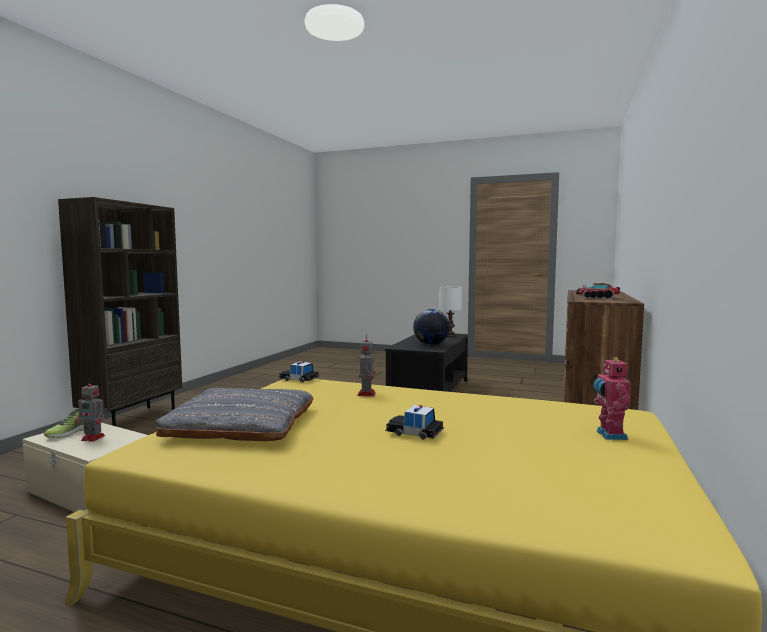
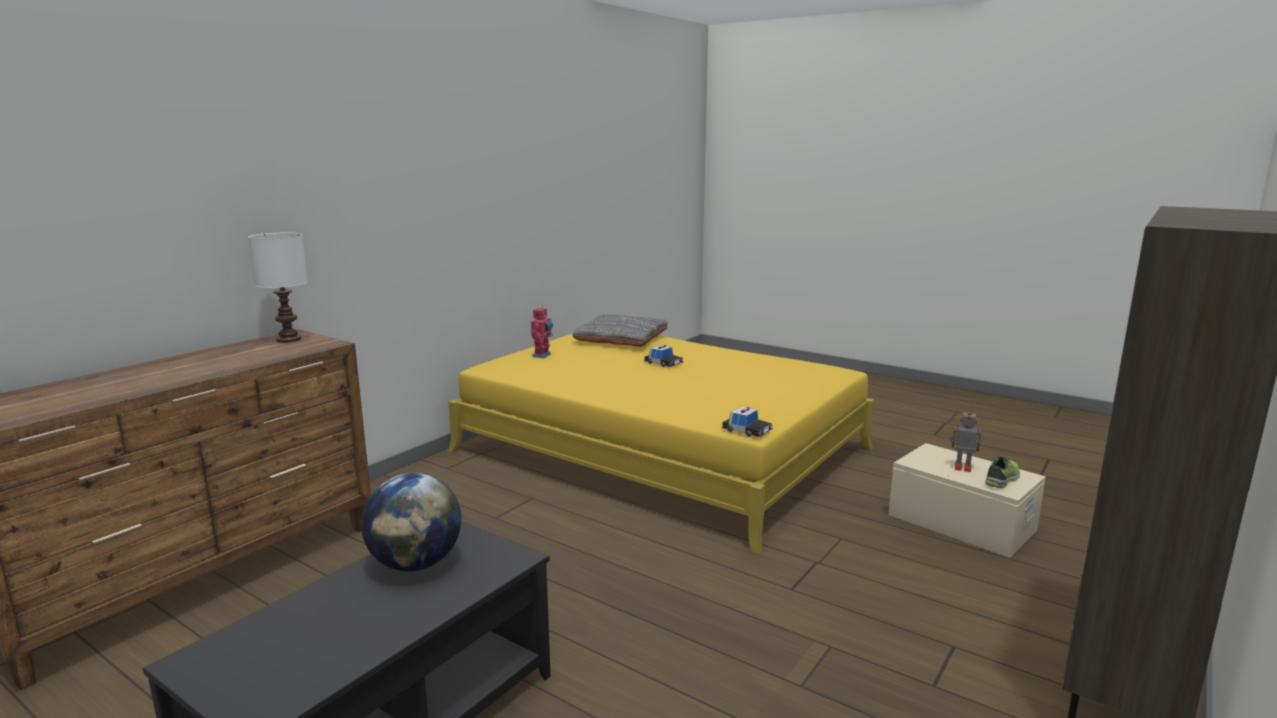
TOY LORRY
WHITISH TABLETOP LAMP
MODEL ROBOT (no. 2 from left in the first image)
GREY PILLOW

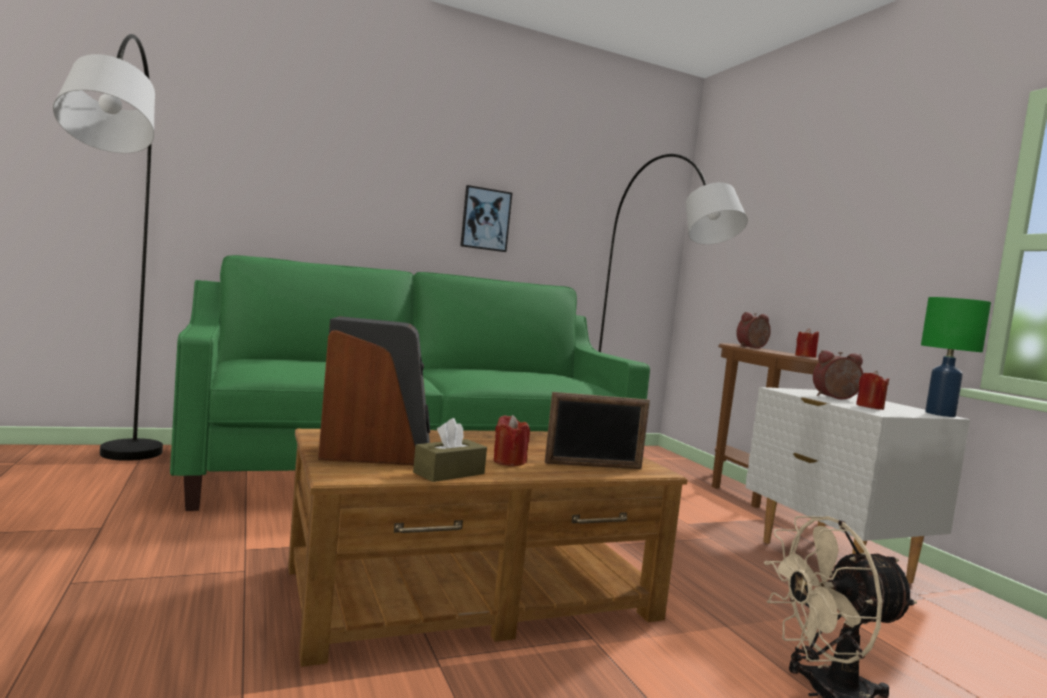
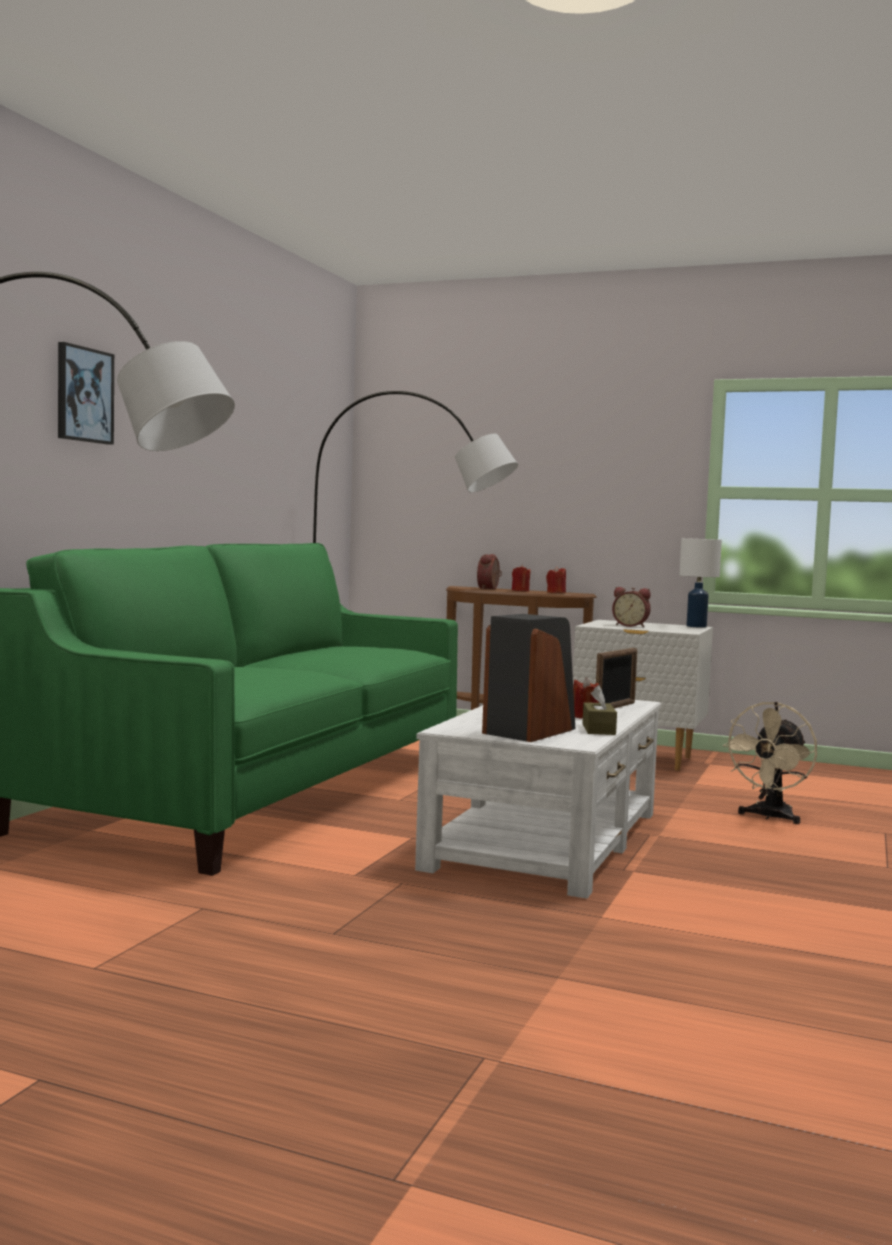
WALL PICTURE
WHITISH TABLETOP LAMP
BEDSIDE CLOCK (no. 2 from left)
RED-COLOURED WAX LIGHT (no. 1 from left)
WHITISH LOUNGE TABLE

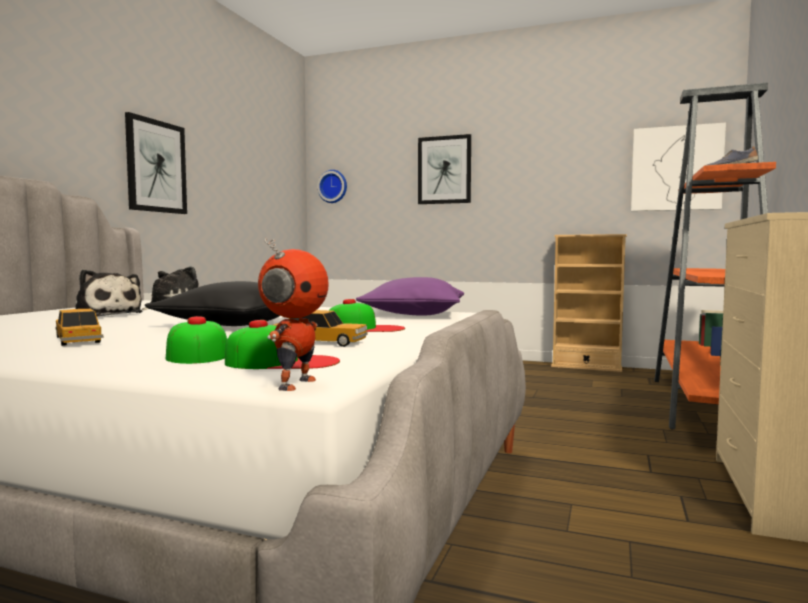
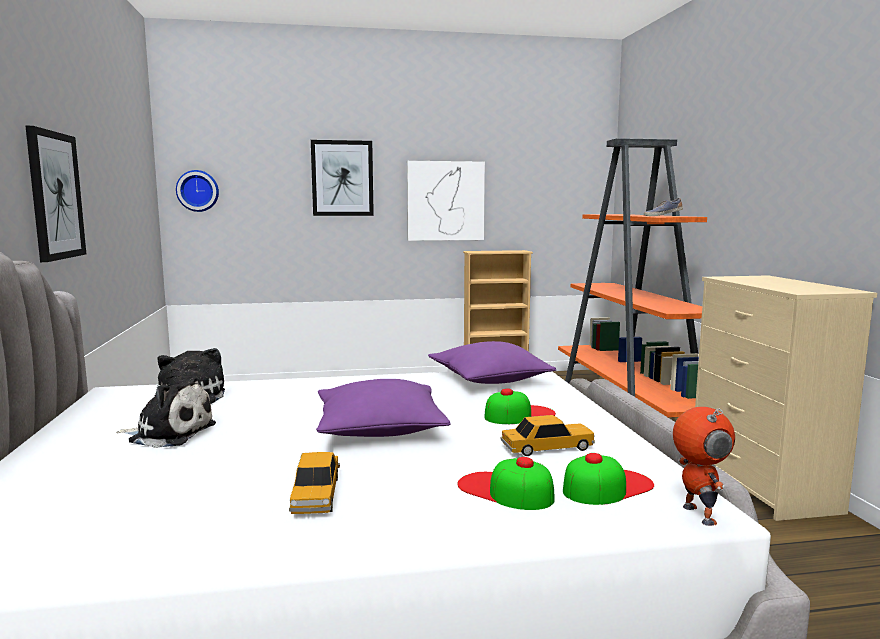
WALL PICTURE (no. 3 from left)
PURPLISH PILLOW (no. 1 from left)
TOY CAR (no. 1 from left)

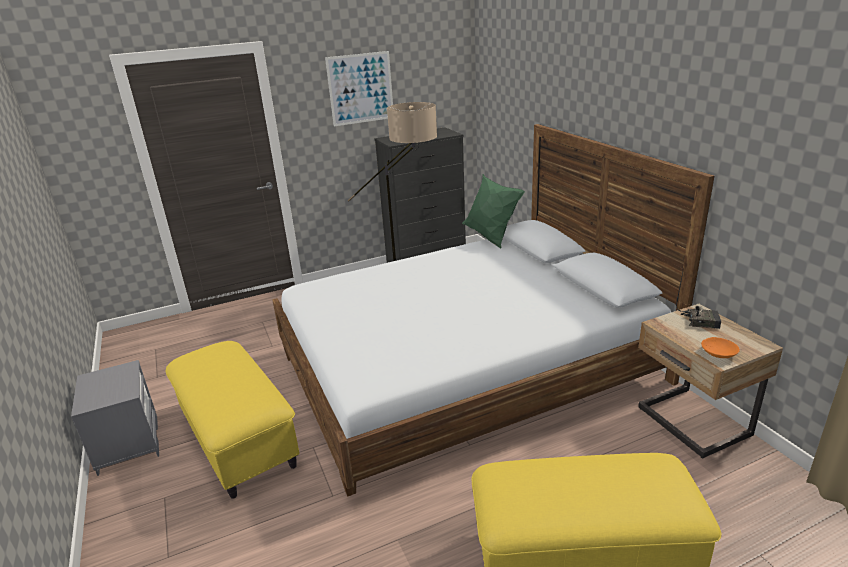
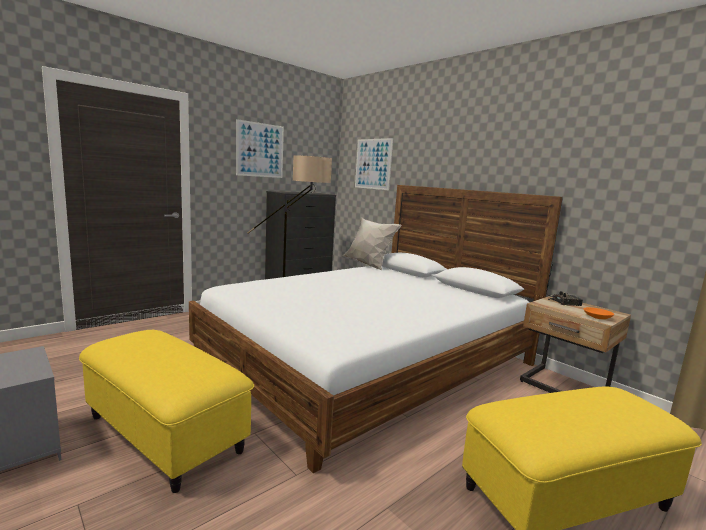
WHITISH PILLOW
WALL PICTURE (no. 2 from left)

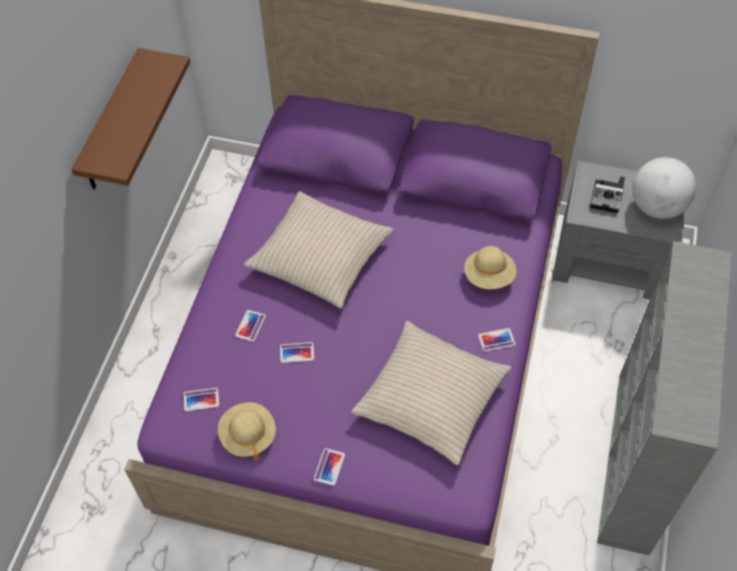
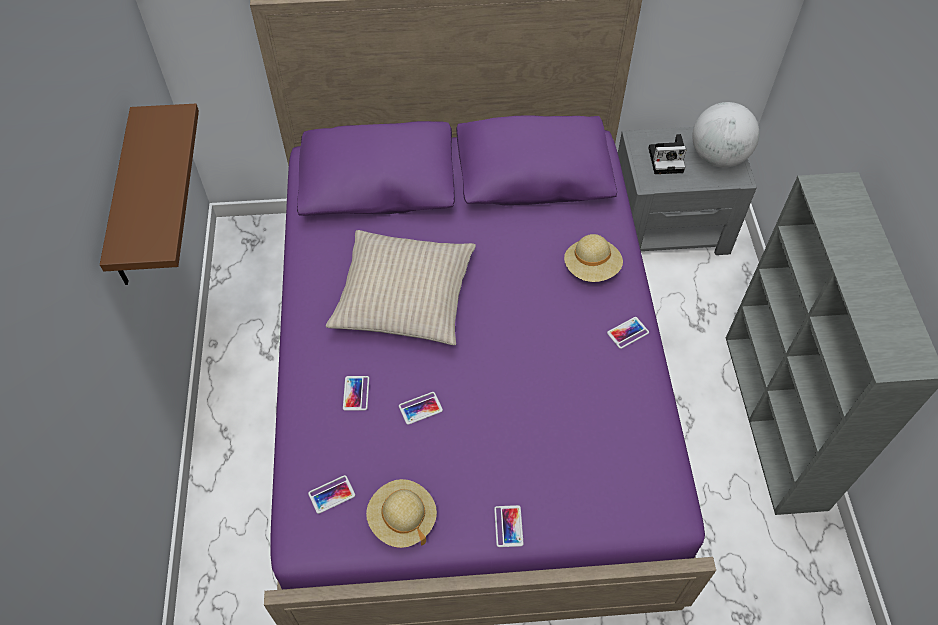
BEIGE PILLOW (no. 2 from left in the first image)

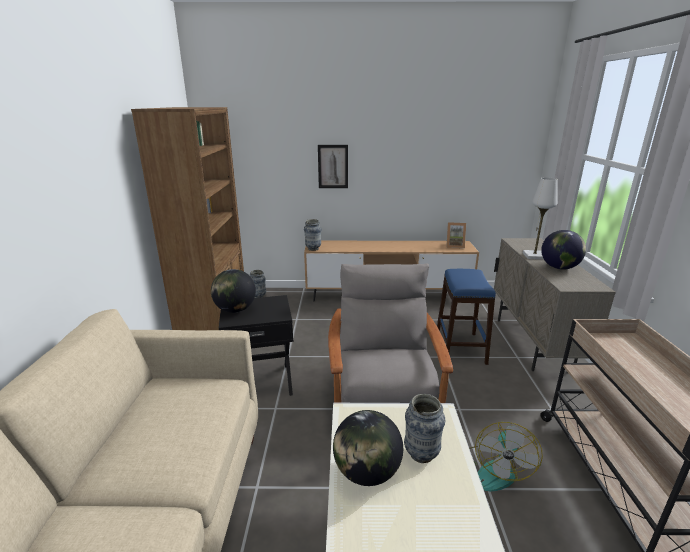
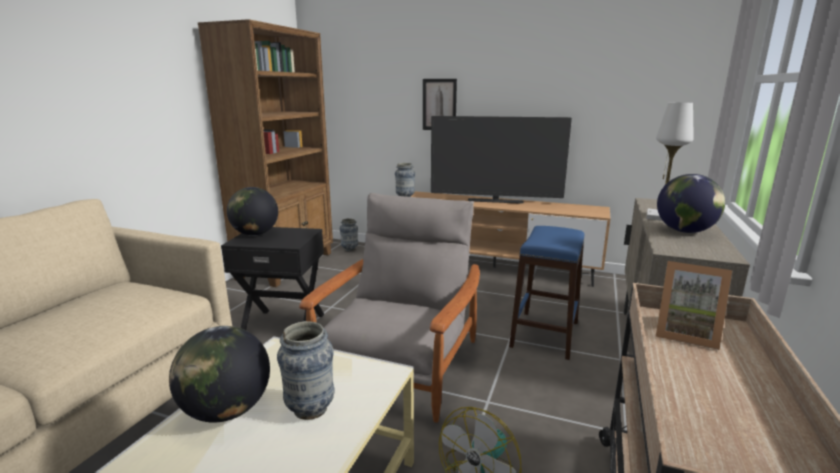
PHOTO FRAME
TELEVISION

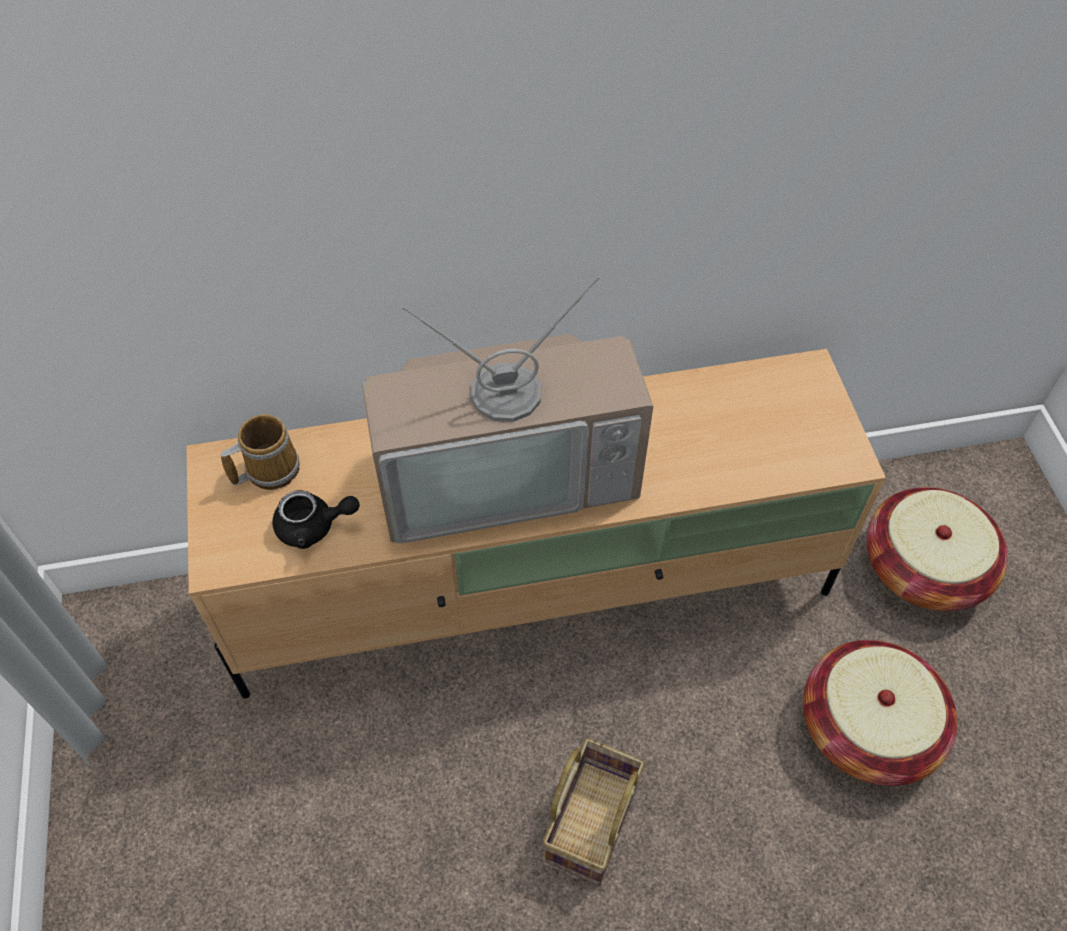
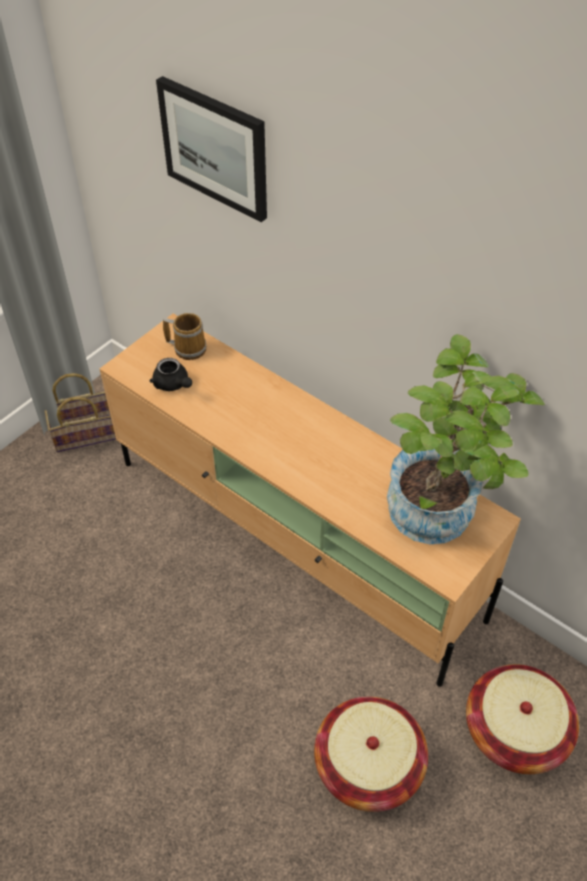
TELEVISION
HOUSEHOLD BASKET (no. 1 from left)
WALL PICTURE
HOUSEPLANT

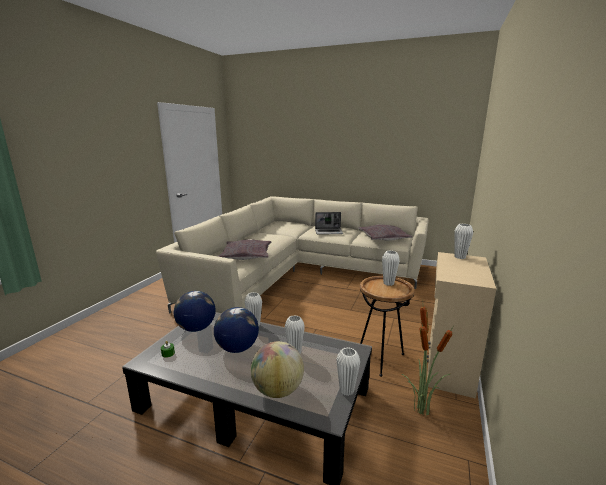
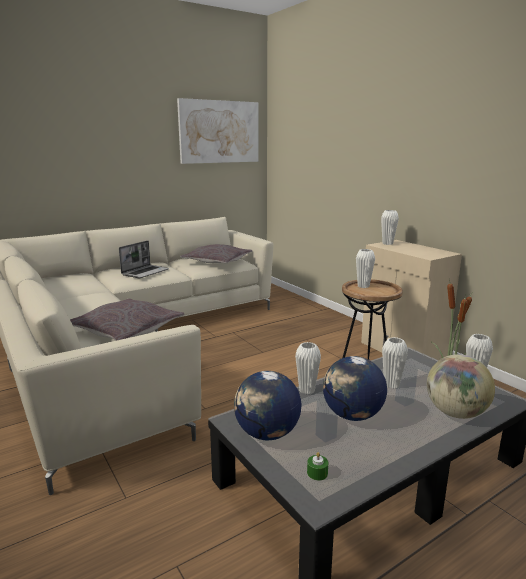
WALL PICTURE

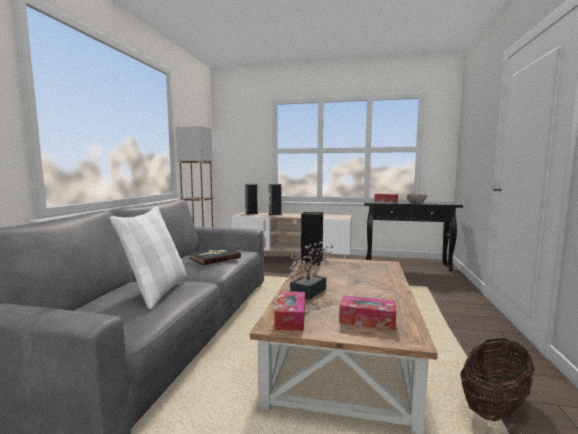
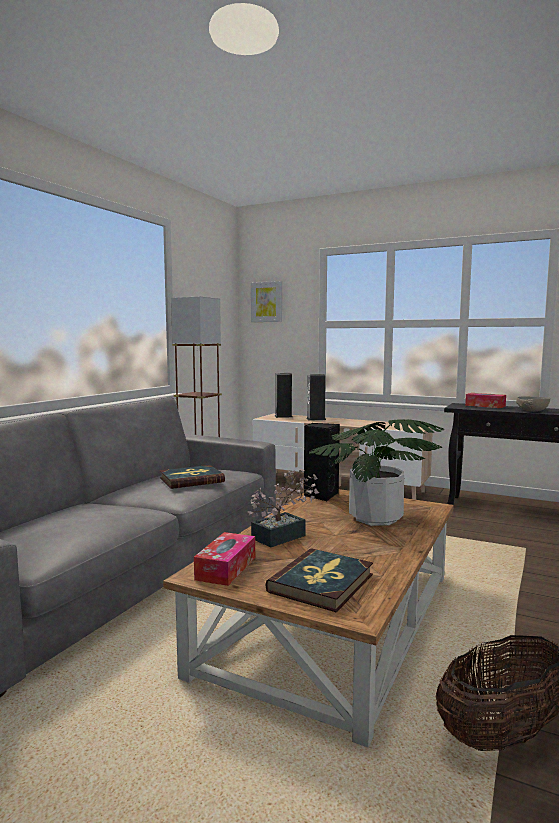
WHITISH PILLOW
BOUND BOOK (no. 2 from left)
WALL PICTURE
HOUSEPLANT (no. 2 from left)

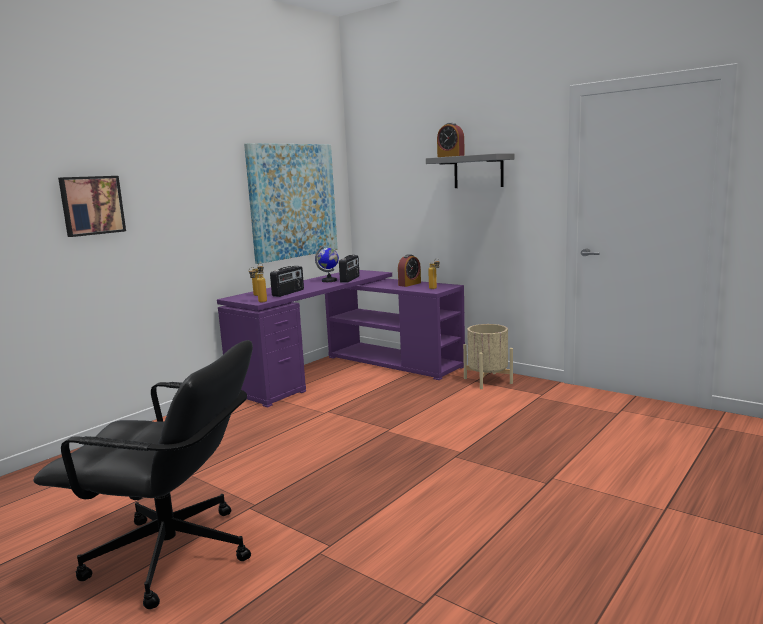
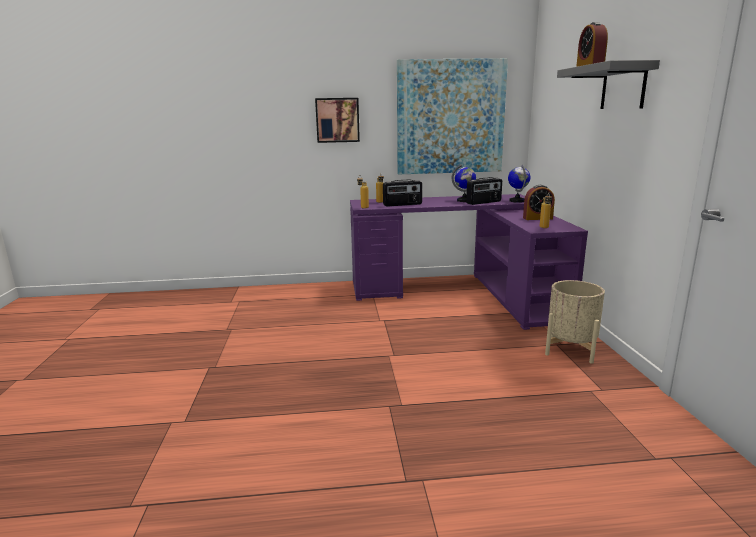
WALL PICTURE (no. 1 from left)
BLACKISH DESK CHAIR
DESK GLOBE (no. 2 from left)

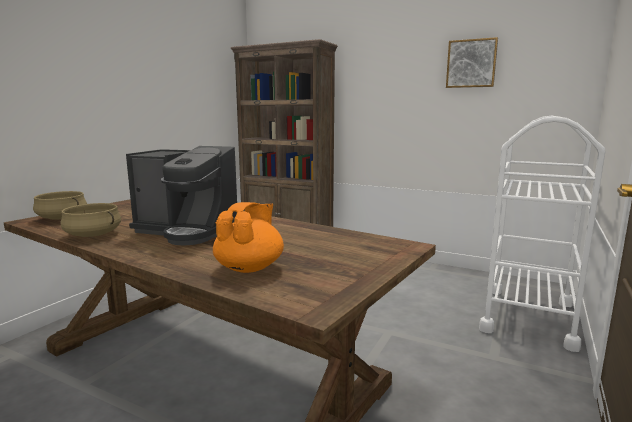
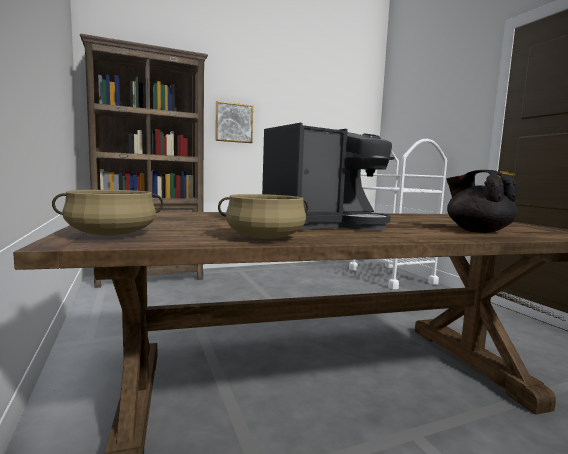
WALL PICTURE
BLACKISH TEAPOT

